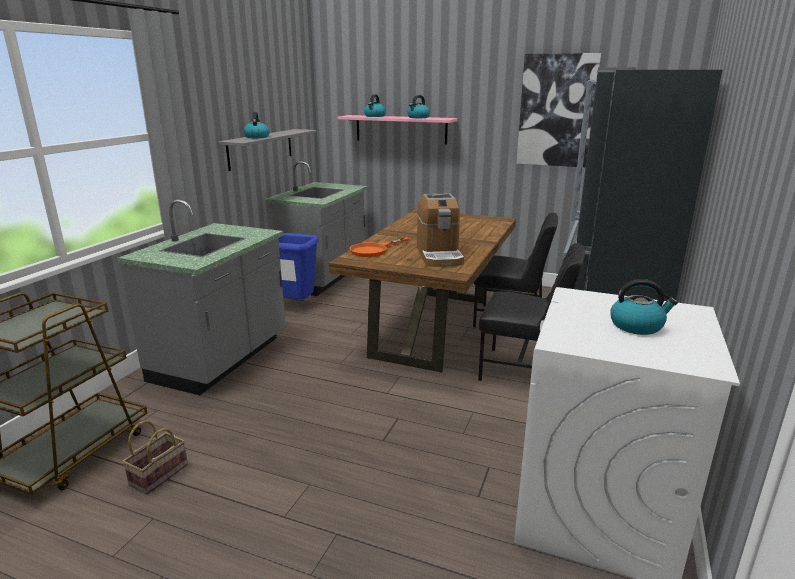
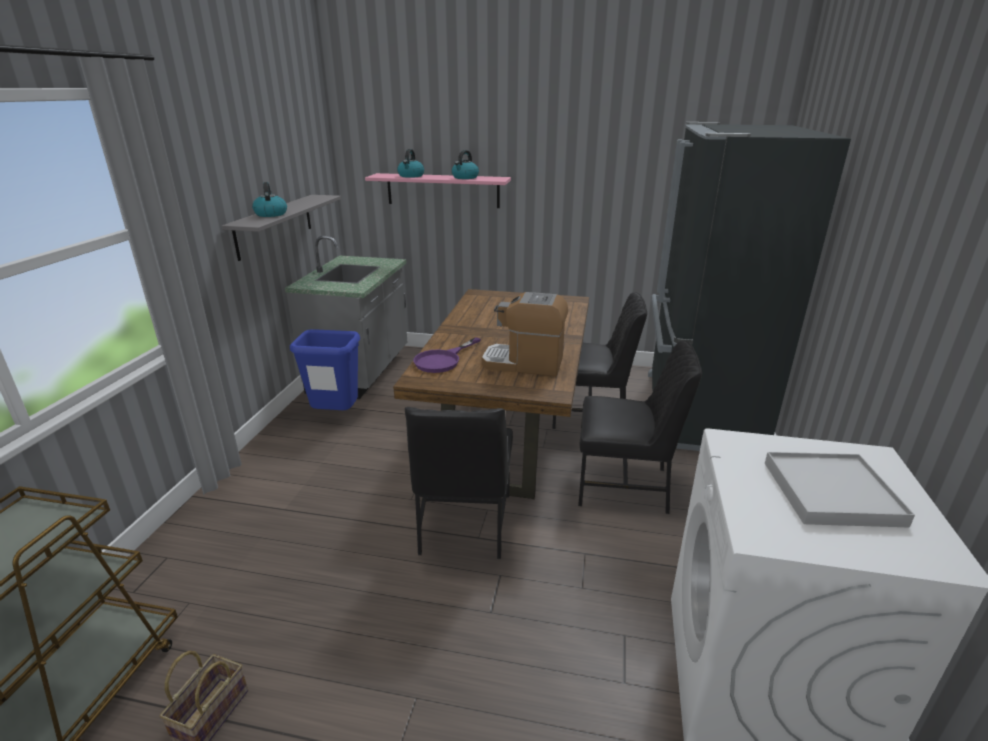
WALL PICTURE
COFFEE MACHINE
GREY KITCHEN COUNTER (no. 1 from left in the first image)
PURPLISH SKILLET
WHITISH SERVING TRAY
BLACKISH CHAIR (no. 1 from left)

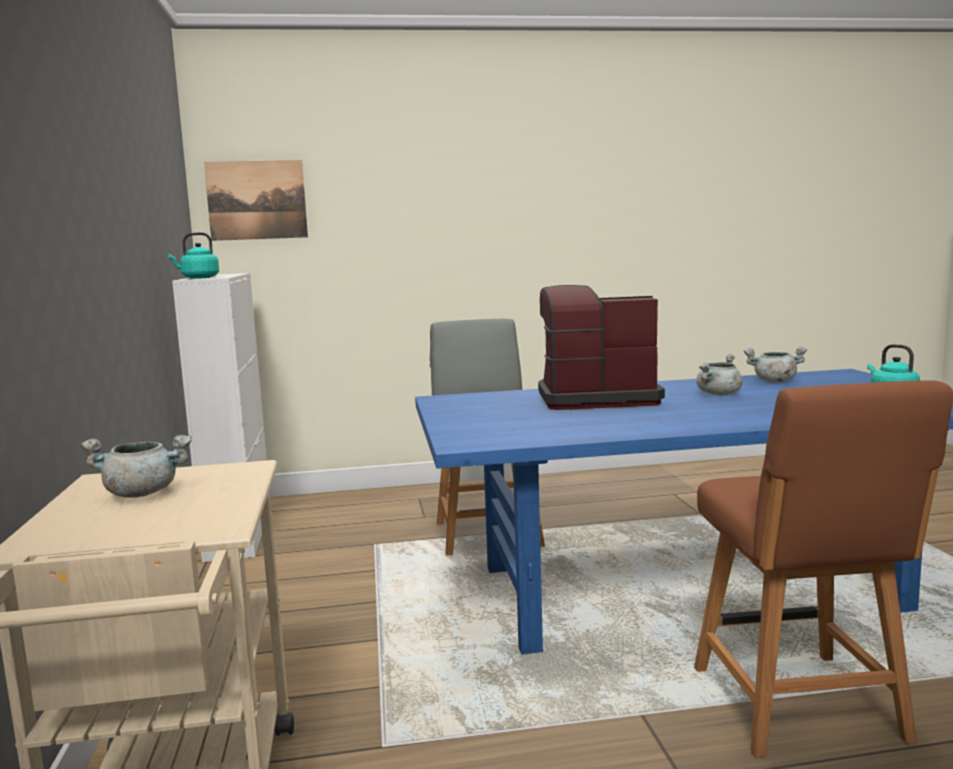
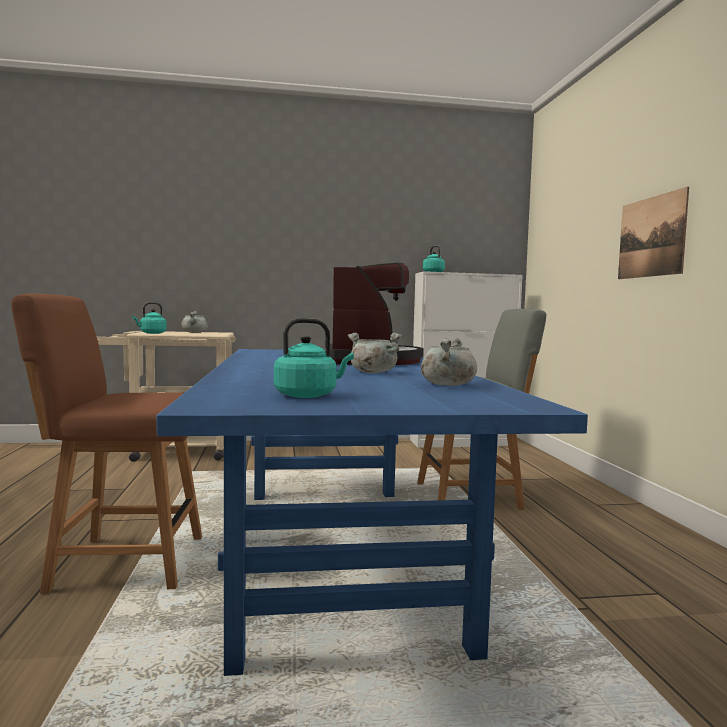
WALL PICTURE
BLUE-GREEN WATER KETTLE (no. 1 from left)

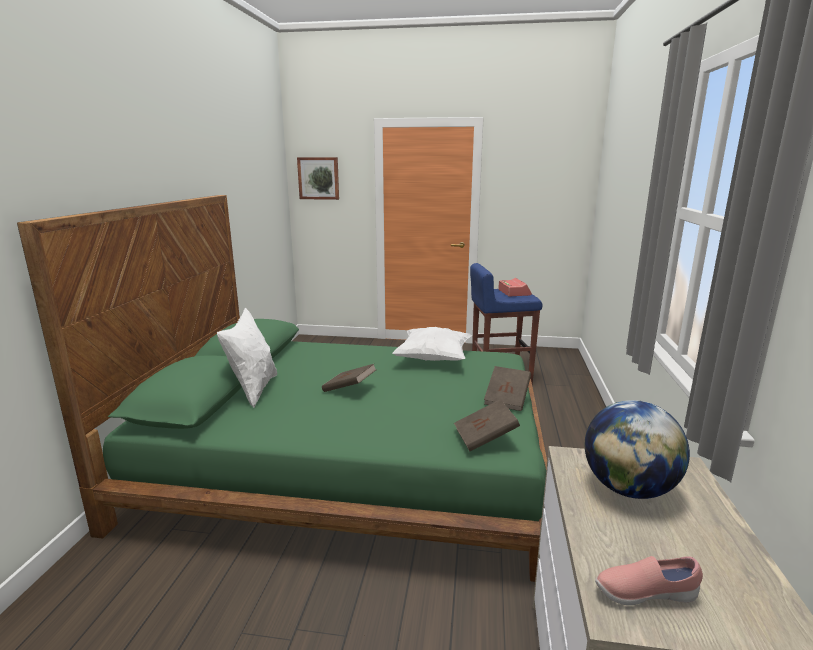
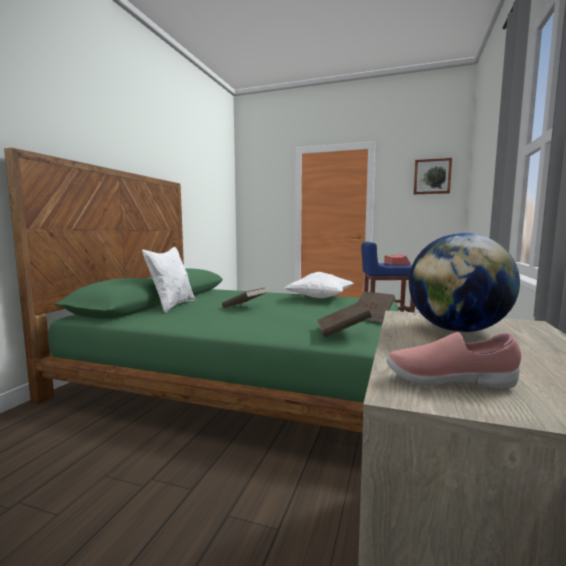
WALL PICTURE

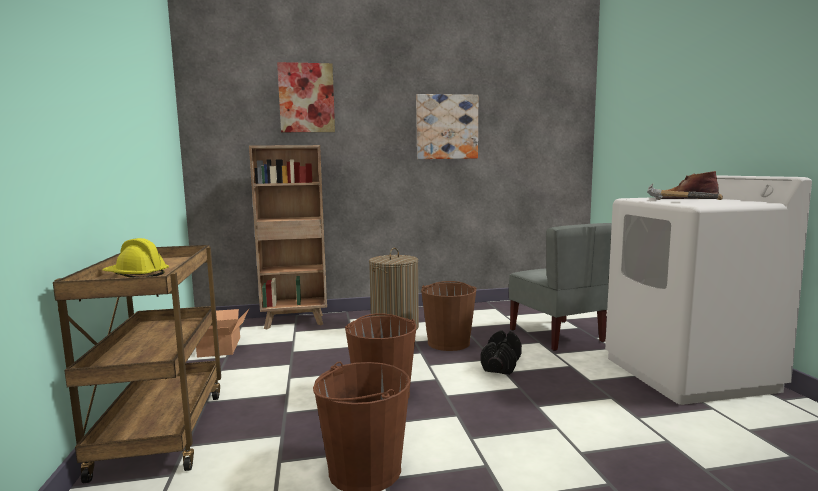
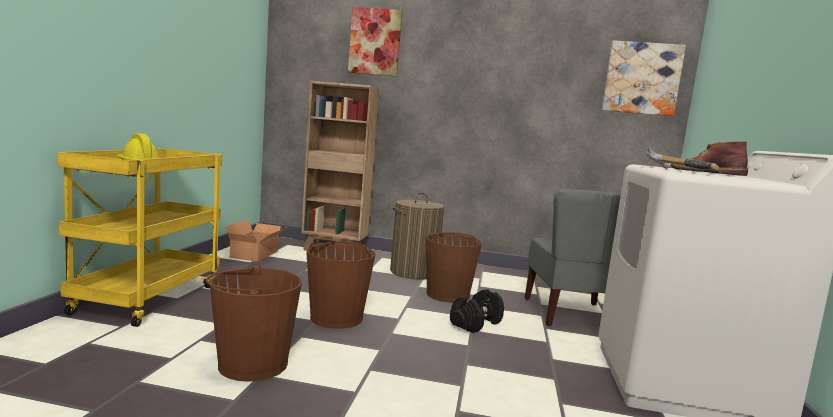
WALL PICTURE (no. 2 from left)
YELLOWISH CART

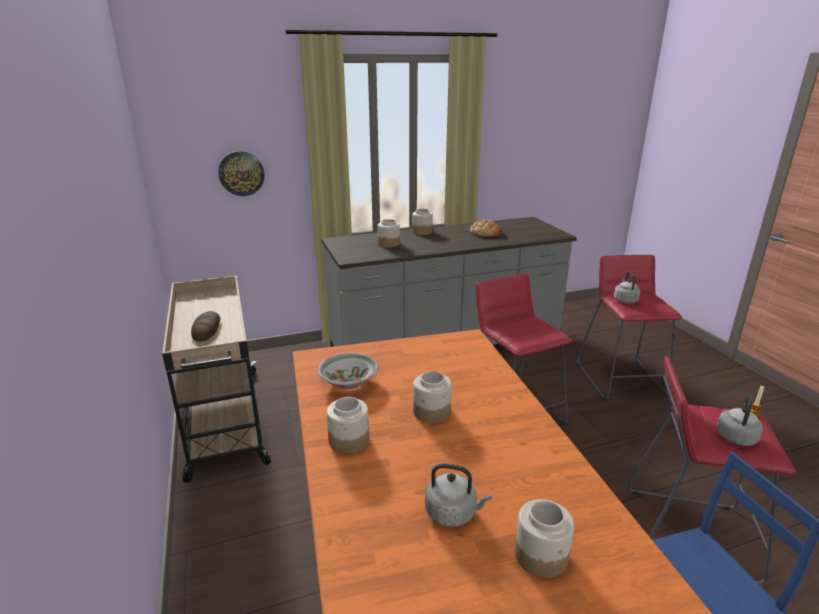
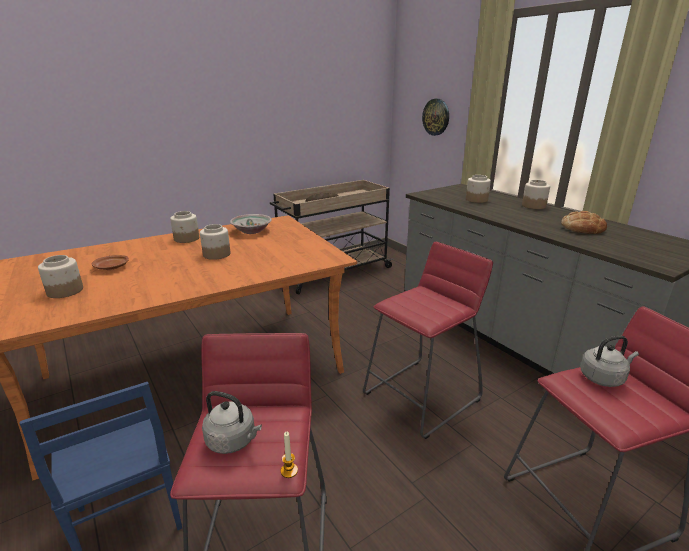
BROWN PLATE

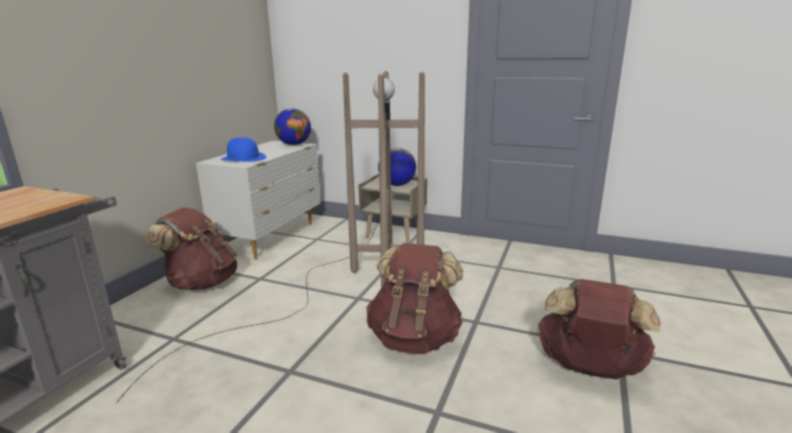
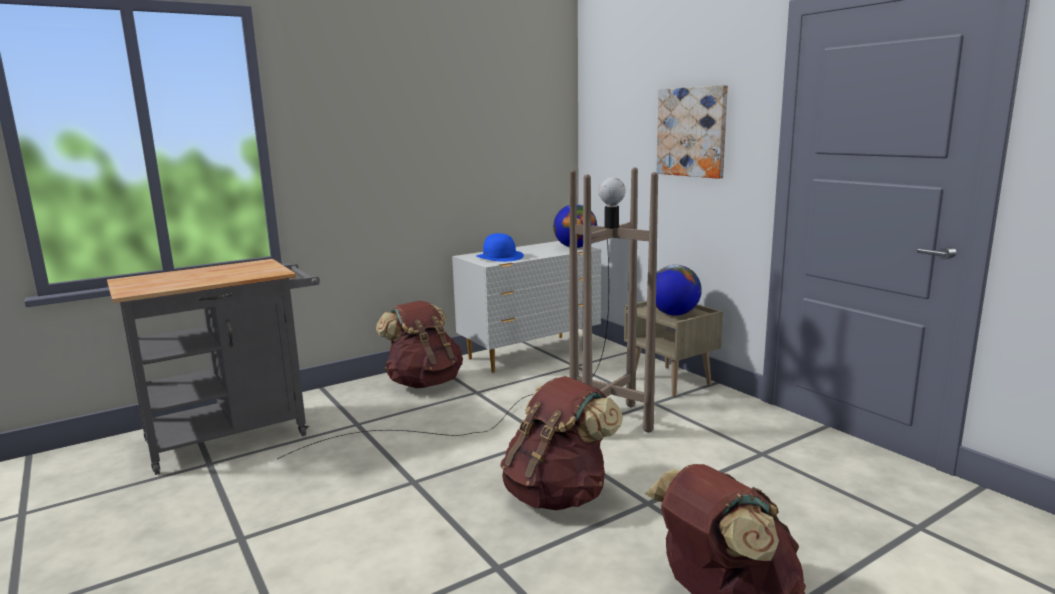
WALL PICTURE

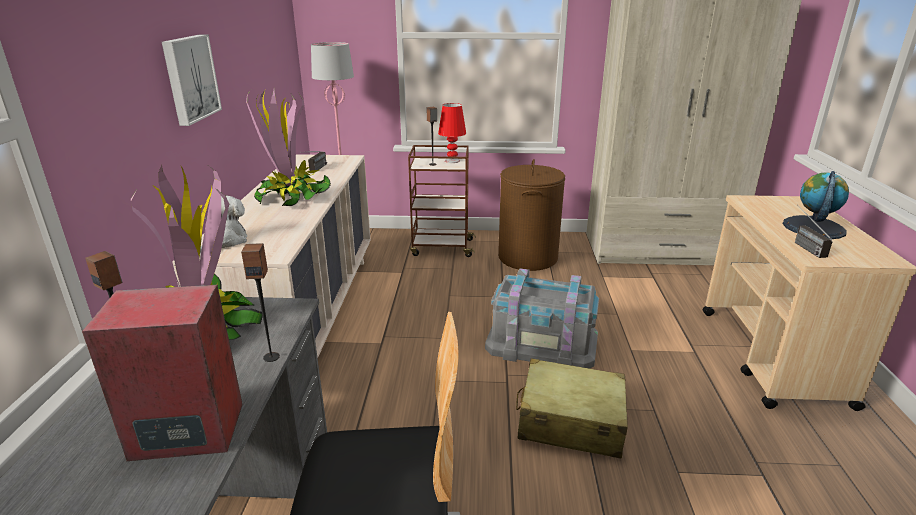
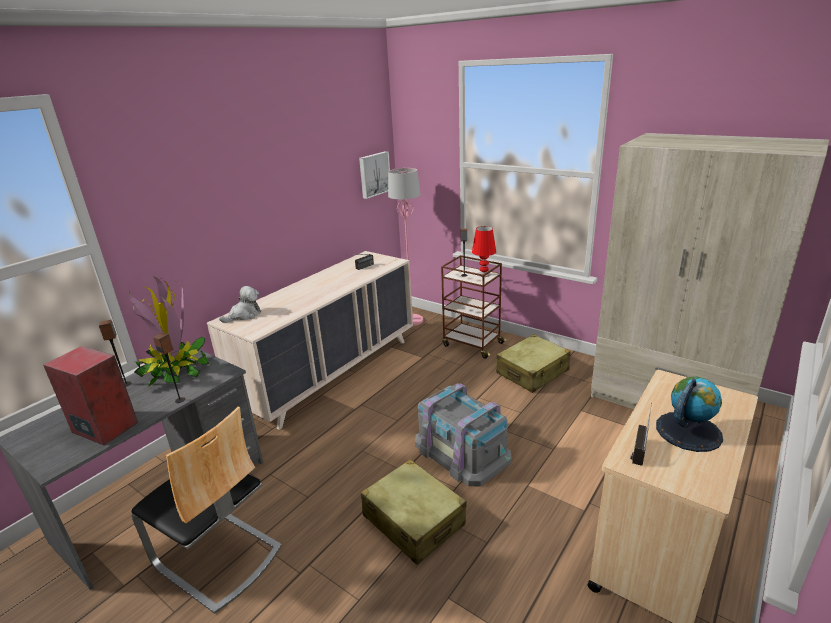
WALL PICTURE
HOUSEPLANT (no. 2 from left in the first image)
BEIGE TRAVEL CASE (no. 2 from left)

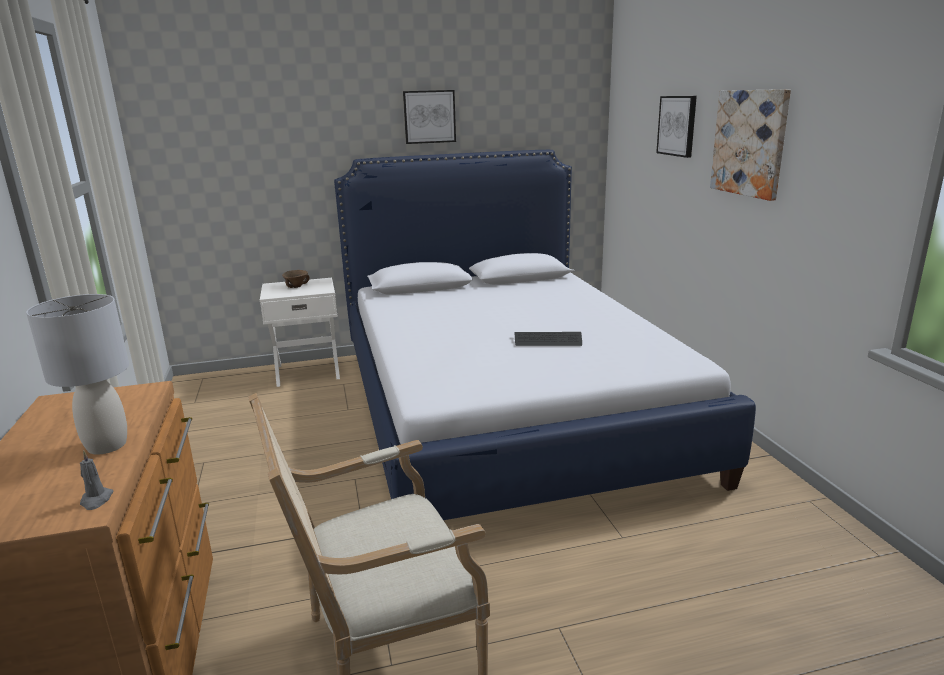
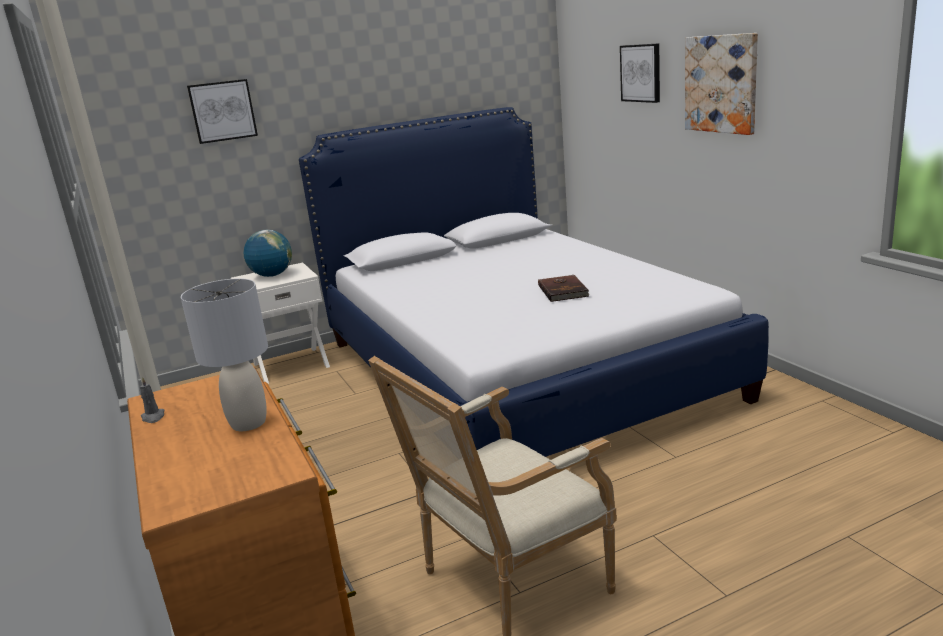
WALL PICTURE (no. 1 from left)
DESK GLOBE
BROWN BOUND BOOK
GREY WAX LIGHT

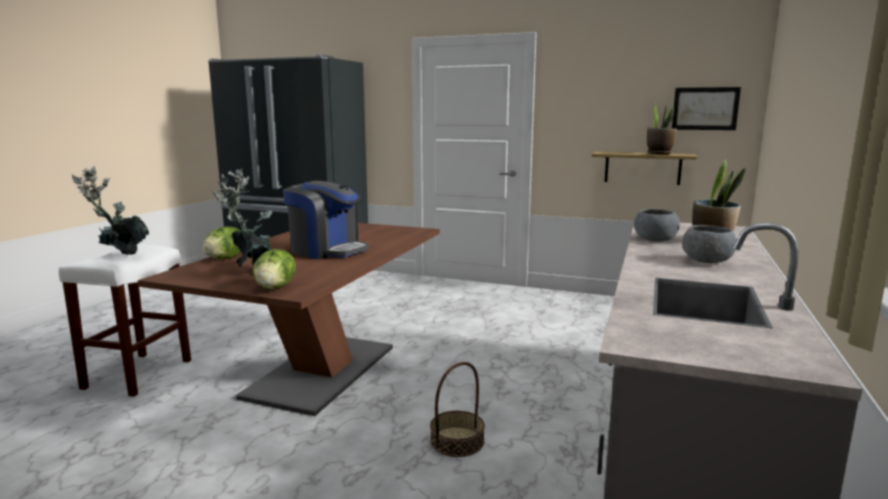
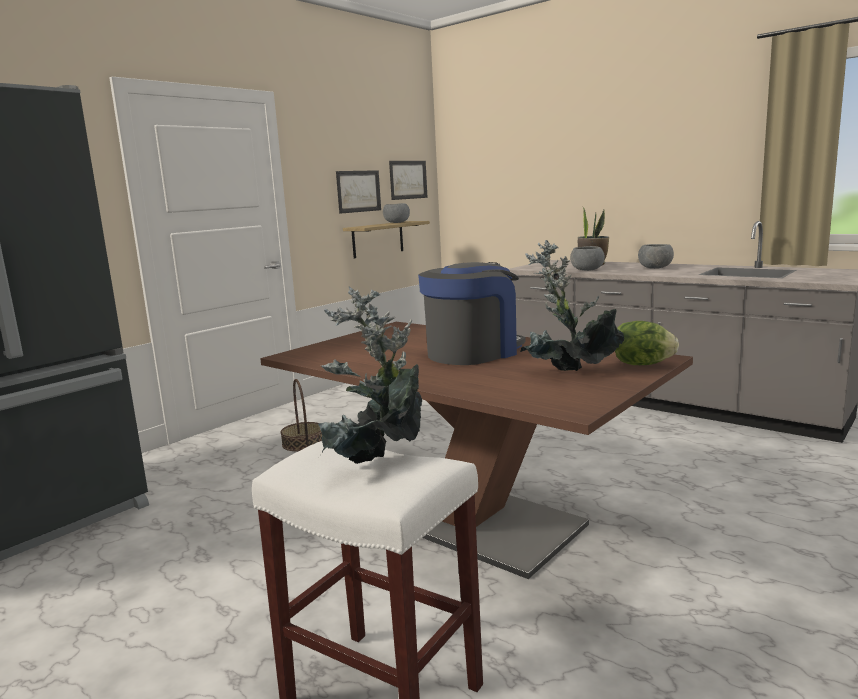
GREY SERVING BOWL (no. 1 from left)
LETTUCE HEAD (no. 1 from left in the first image)
HOUSEHOLD BASKET
WALL PICTURE (no. 1 from left)

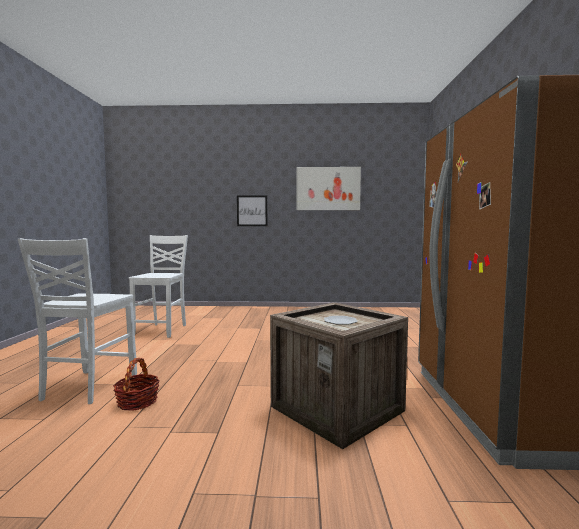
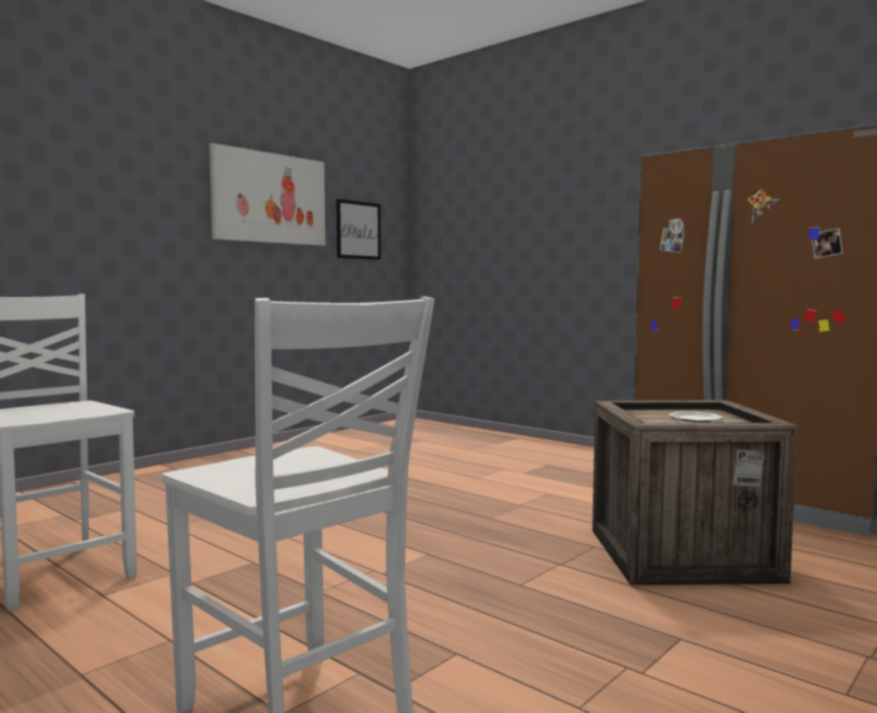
WALL PICTURE (no. 2 from left)
HOUSEHOLD BASKET

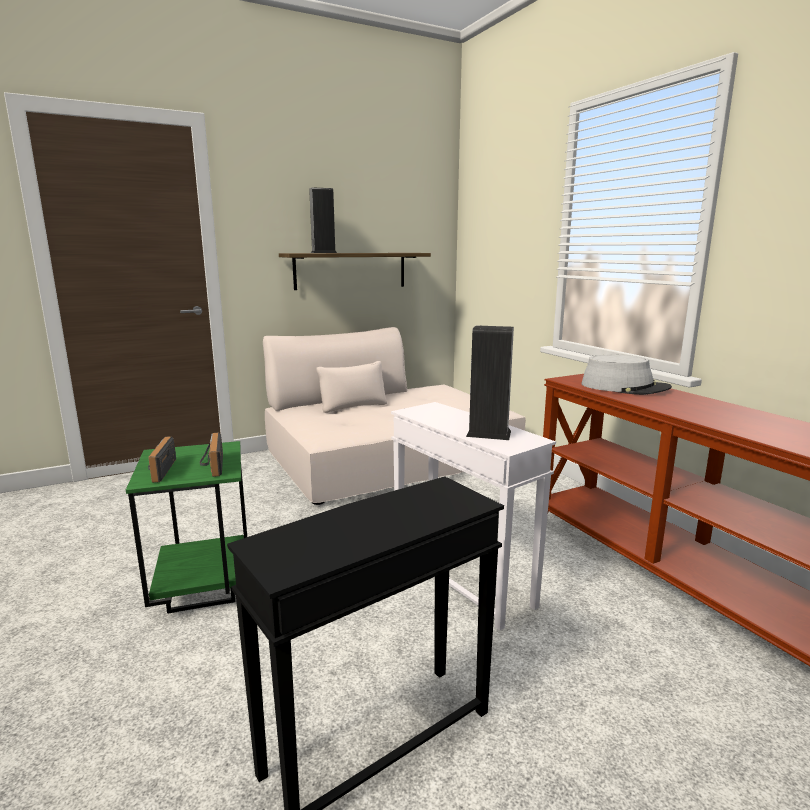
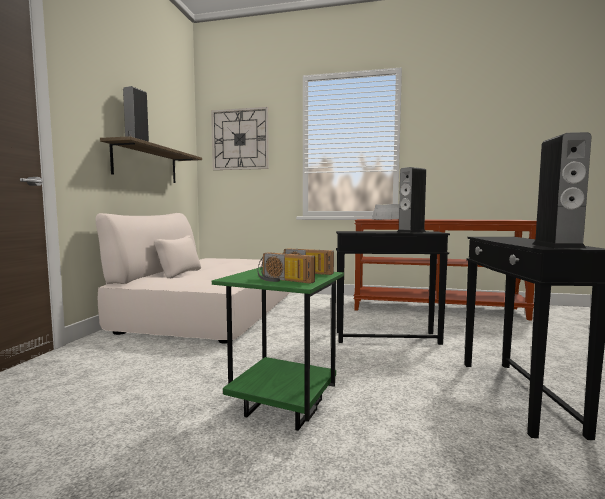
BLACKISH ACCENT TABLE (no. 1 from left)
WALL CLOCK
SPEAKER (no. 3 from left)

